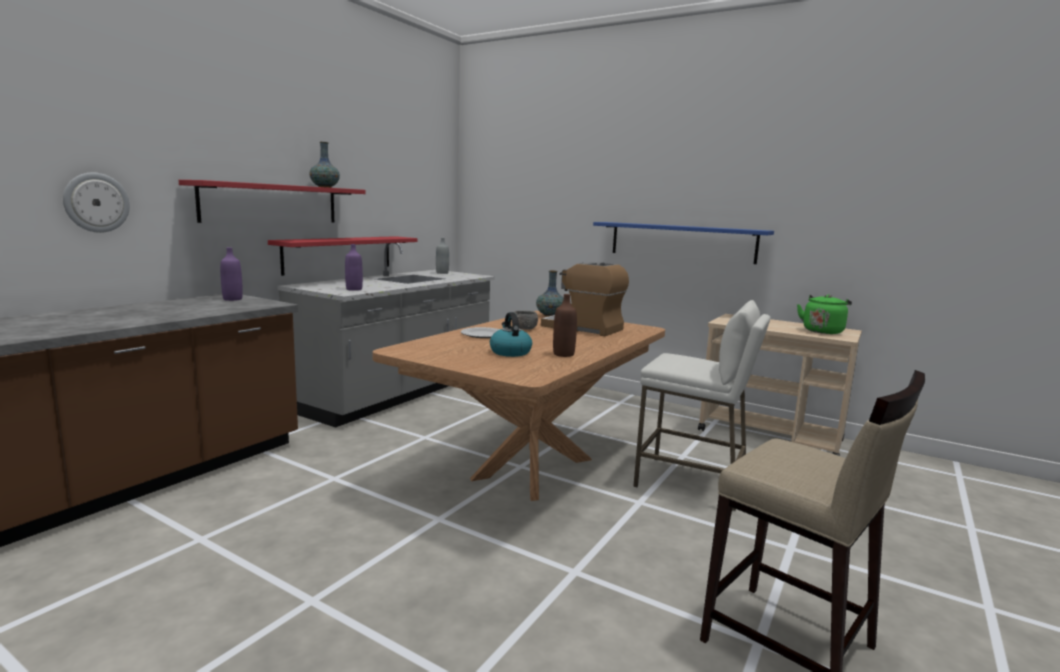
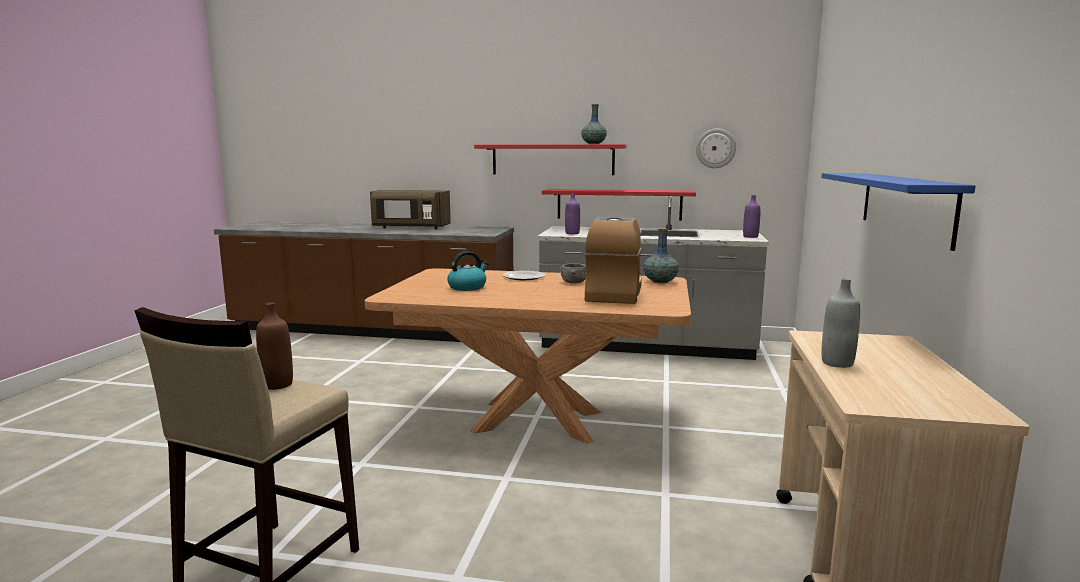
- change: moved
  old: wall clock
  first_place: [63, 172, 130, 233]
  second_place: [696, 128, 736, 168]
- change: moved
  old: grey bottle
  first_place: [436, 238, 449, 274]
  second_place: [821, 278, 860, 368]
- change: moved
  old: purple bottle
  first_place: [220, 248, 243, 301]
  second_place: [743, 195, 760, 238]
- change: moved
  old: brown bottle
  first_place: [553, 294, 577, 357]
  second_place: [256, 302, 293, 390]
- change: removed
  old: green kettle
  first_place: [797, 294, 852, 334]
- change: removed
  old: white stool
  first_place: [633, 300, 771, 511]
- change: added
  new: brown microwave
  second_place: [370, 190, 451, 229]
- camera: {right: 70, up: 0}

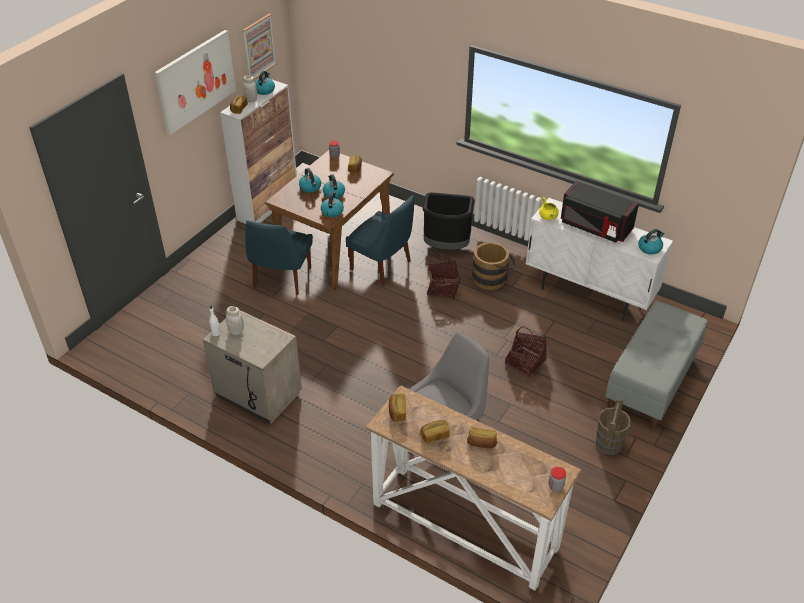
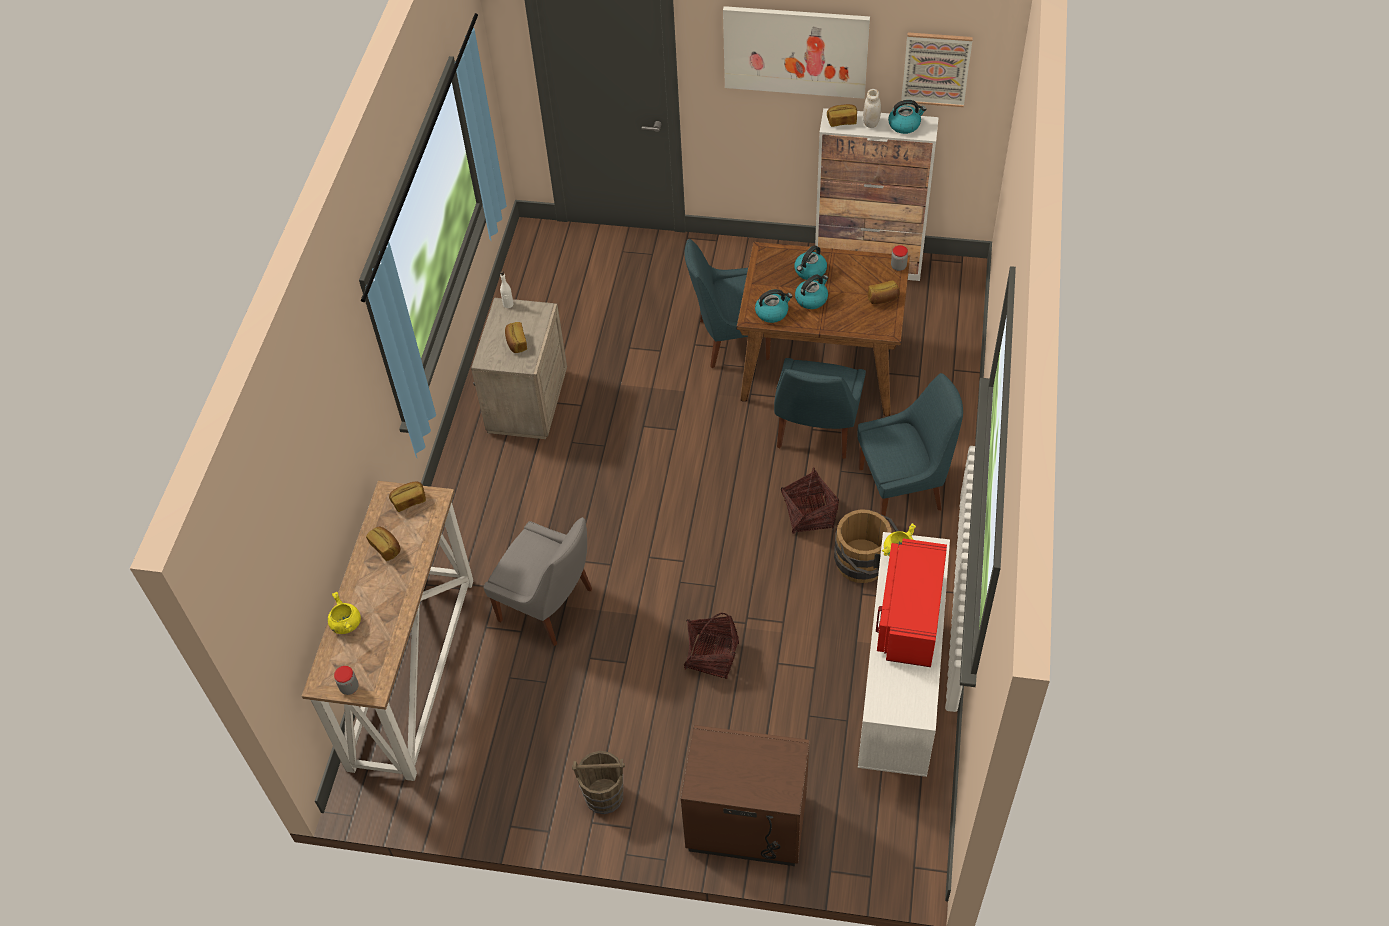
- change: recoloured
  old: black microwave
  new: red microwave
  first_place: [561, 181, 639, 243]
  second_place: [876, 538, 947, 667]
- change: replaced
  old: black trash can
  new: blue chair
  first_place: [423, 192, 475, 250]
  second_place: [858, 373, 963, 516]
- change: removed
  old: kettle
  first_place: [638, 229, 665, 255]
- change: replaced
  old: grey bench
  new: brown nightstand
  first_place: [605, 301, 708, 429]
  second_place: [681, 725, 810, 866]
- change: removed
  old: white jar
  first_place: [226, 306, 244, 335]
- change: moved
  old: bread
  first_place: [467, 427, 497, 448]
  second_place: [505, 322, 527, 353]
- change: added
  new: yellow cooking pot
  second_place: [328, 592, 361, 634]
- camera: {right: 70, up: 10}

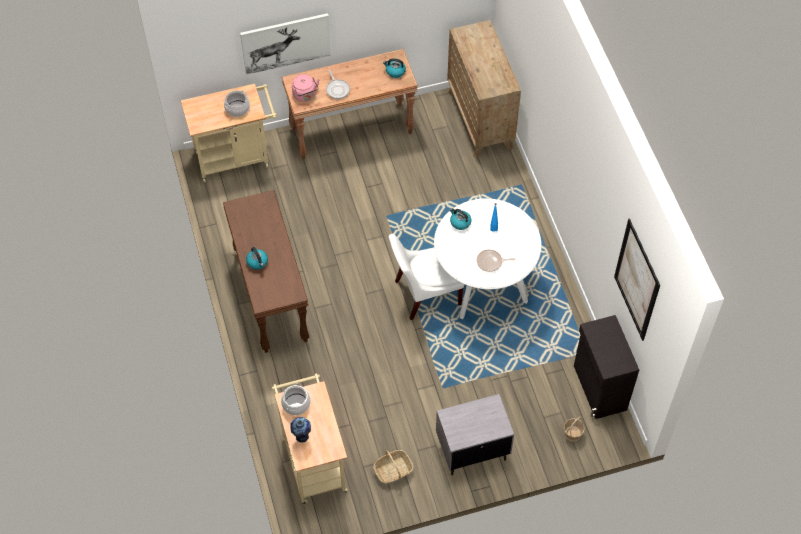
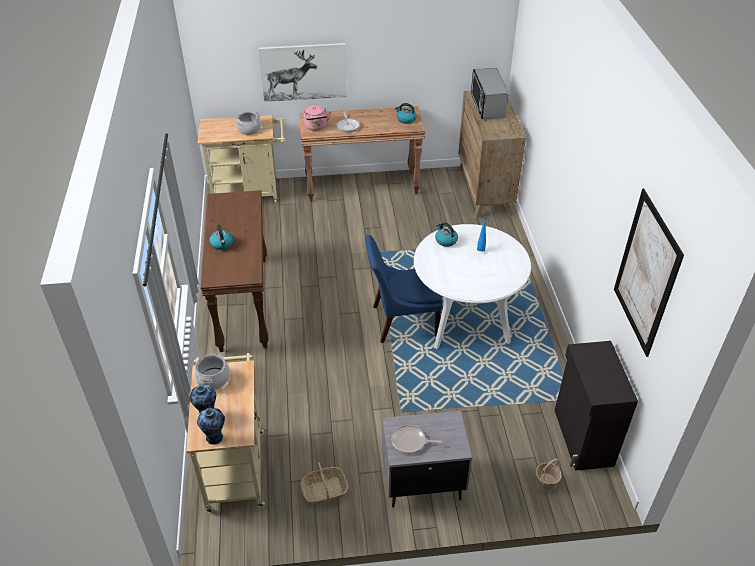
- change: recoloured
  old: white chair
  new: blue chair
  first_place: [389, 234, 464, 320]
  second_place: [365, 235, 442, 343]
- change: moved
  old: frying pan
  first_place: [477, 249, 516, 272]
  second_place: [392, 425, 443, 454]
- change: added
  new: microwave
  second_place: [471, 68, 509, 119]
- change: added
  new: vase
  second_place: [197, 408, 225, 445]
- camera: {right: 10, up: -15}

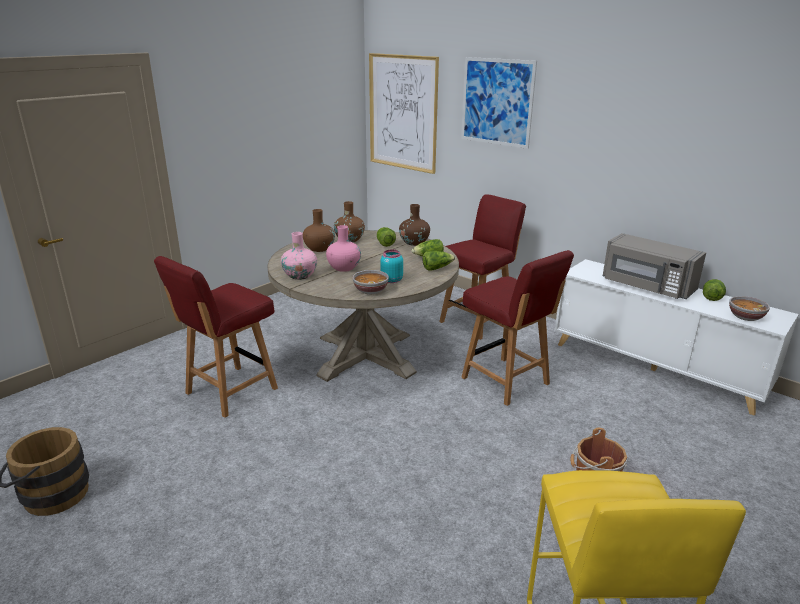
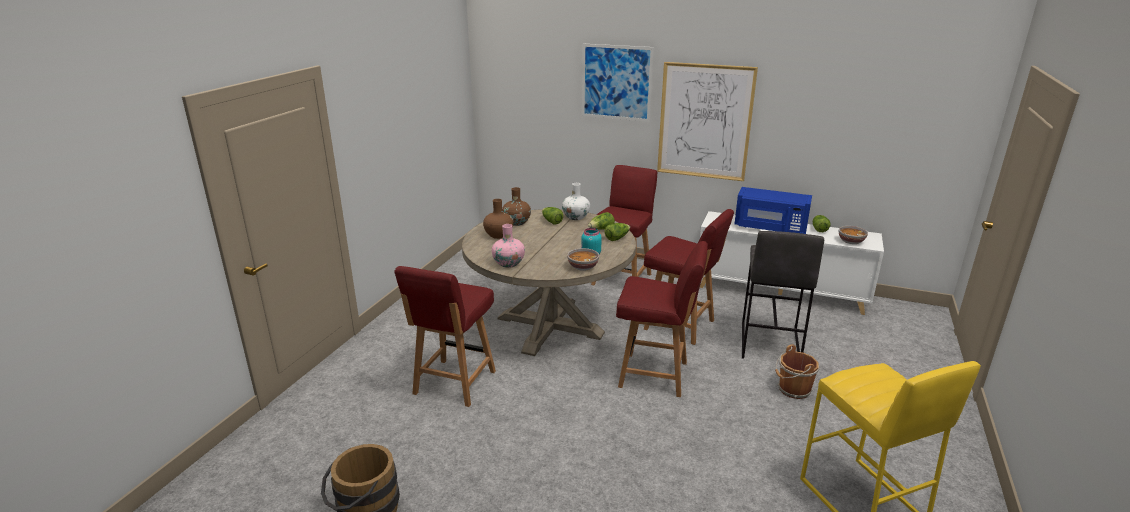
- change: moved
  old: picture
  first_place: [369, 53, 439, 174]
  second_place: [657, 62, 758, 181]
- change: recoloured
  old: brown vase
  new: white vase
  first_place: [399, 204, 430, 246]
  second_place: [562, 183, 590, 220]
- change: removed
  old: pink vase
  first_place: [326, 225, 361, 272]
- change: recoloured
  old: grey microwave
  new: blue microwave
  first_place: [603, 233, 706, 299]
  second_place: [735, 187, 812, 234]
- change: added
  new: grey stool
  second_place: [742, 231, 824, 359]
- change: added
  new: red chair
  second_place: [616, 241, 708, 397]
- camera: {right: -20, up: 0}

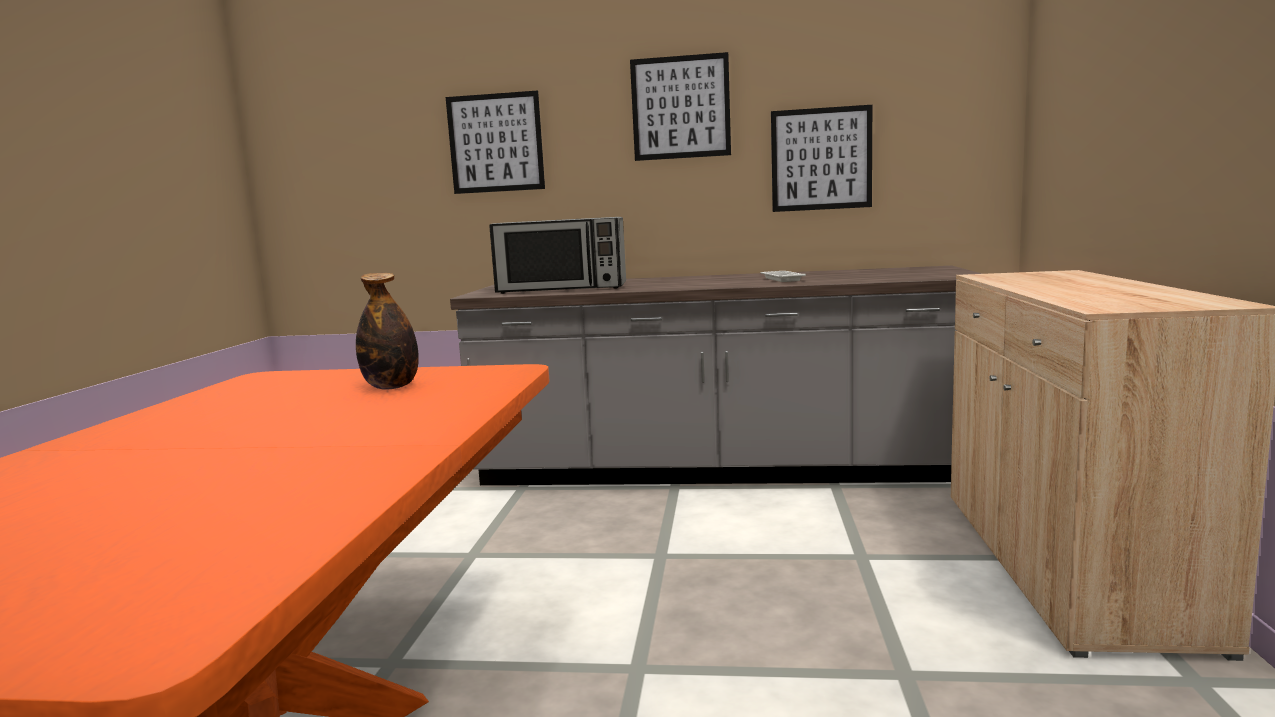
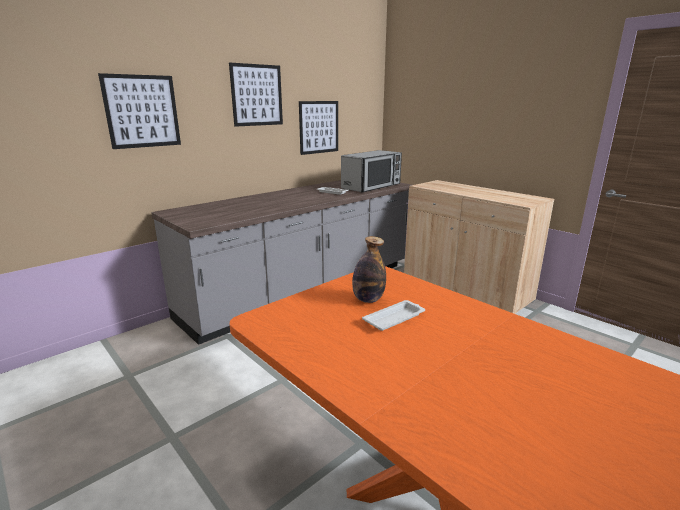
- change: moved
  old: microwave
  first_place: [489, 217, 626, 294]
  second_place: [341, 150, 402, 193]
- change: added
  new: white tray
  second_place: [362, 300, 425, 331]
- camera: {right: -50, up: 10}

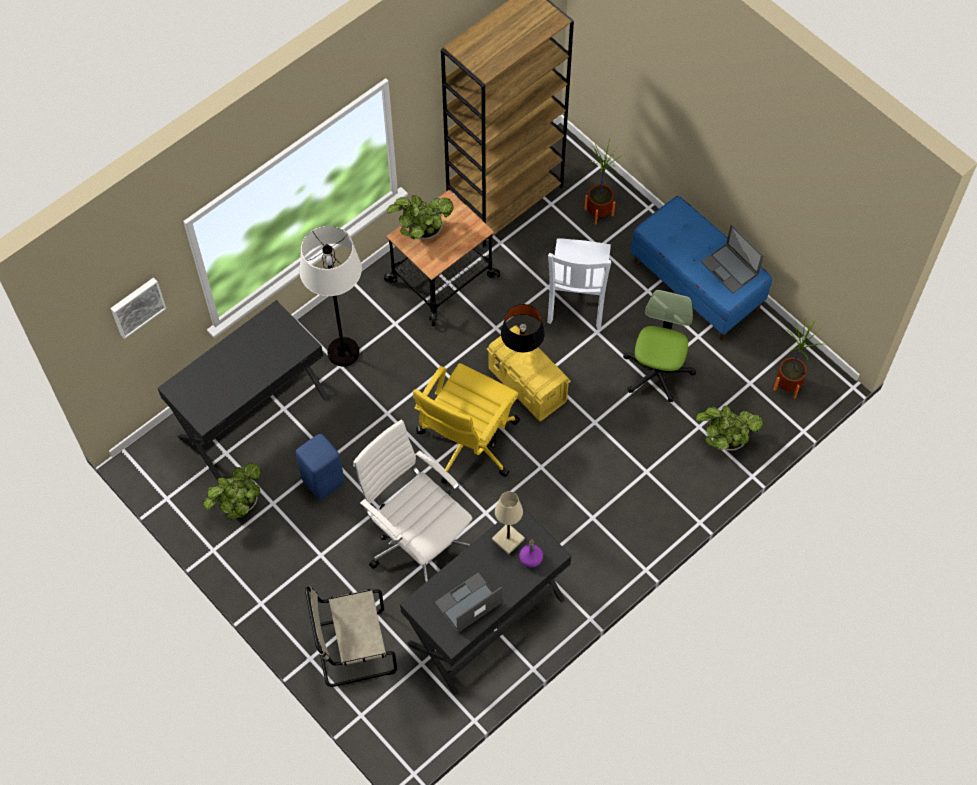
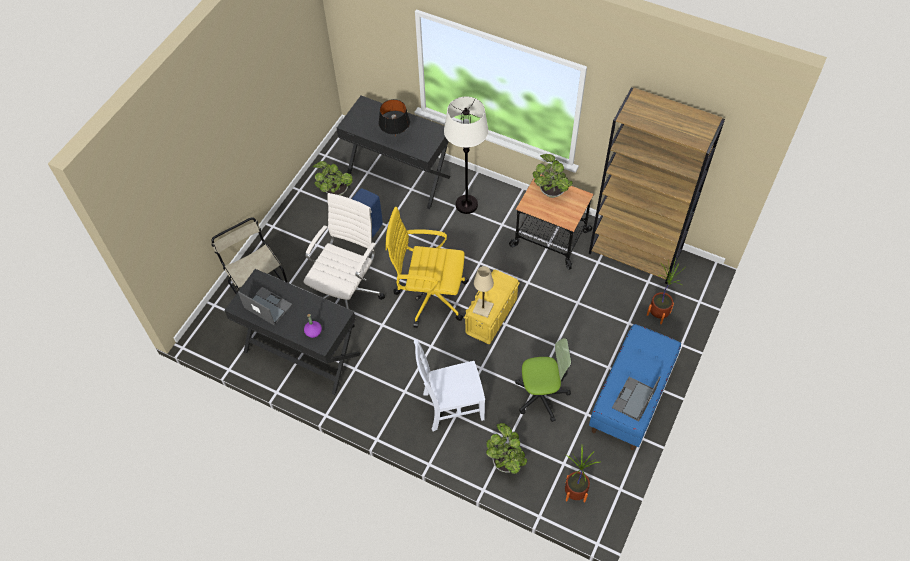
- change: moved
  old: white chair
  first_place: [547, 238, 611, 329]
  second_place: [414, 340, 485, 431]
- change: removed
  old: picture
  first_place: [110, 277, 166, 339]
- change: moved
  old: black table lamp
  first_place: [501, 304, 545, 352]
  second_place: [379, 99, 410, 136]
- change: moved
  old: beige table lamp
  first_place: [492, 491, 525, 554]
  second_place: [473, 266, 494, 318]
- camera: {right: 70, up: -5}

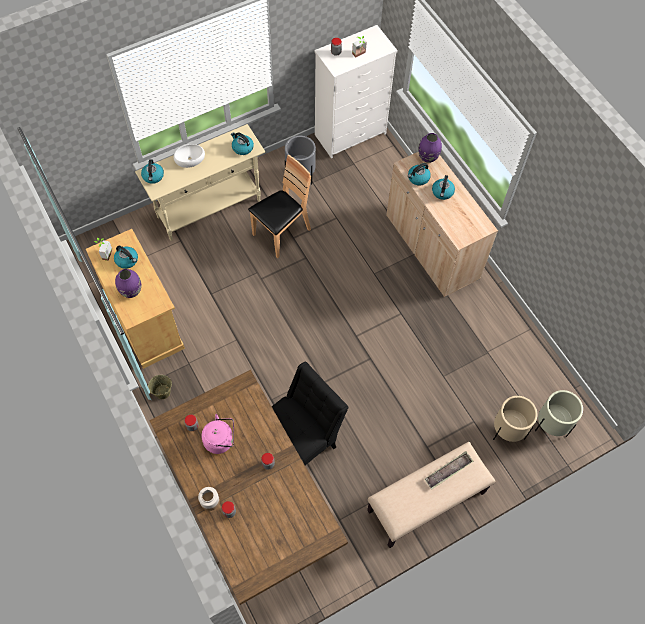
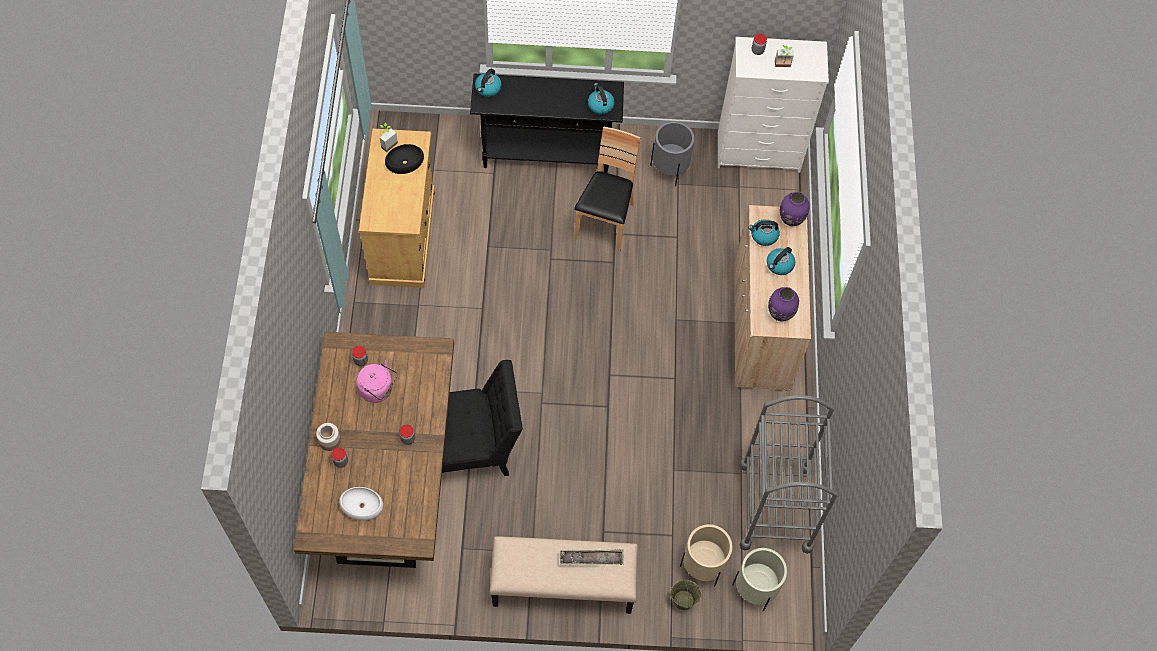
- change: recoloured
  old: beige console table
  new: black console table
  first_place: [135, 124, 266, 241]
  second_place: [470, 73, 624, 173]
- change: moved
  old: white bowl
  first_place: [174, 144, 205, 168]
  second_place: [339, 487, 383, 521]
- change: turned
  old: brown chair
  first_place: [248, 155, 311, 259]
  second_place: [574, 127, 640, 252]
  degrees: -60
- change: replaced
  old: kettle
  new: black bowl
  first_place: [114, 246, 138, 269]
  second_place: [385, 144, 424, 174]
- change: moved
  old: purple vase
  first_place: [115, 269, 141, 298]
  second_place: [768, 287, 799, 322]
- change: moved
  old: beige bucket
  first_place: [148, 375, 172, 399]
  second_place: [670, 580, 702, 610]
- change: added
  new: grey cart
  second_place: [739, 395, 838, 554]
- camera: {right: 30, up: 0}

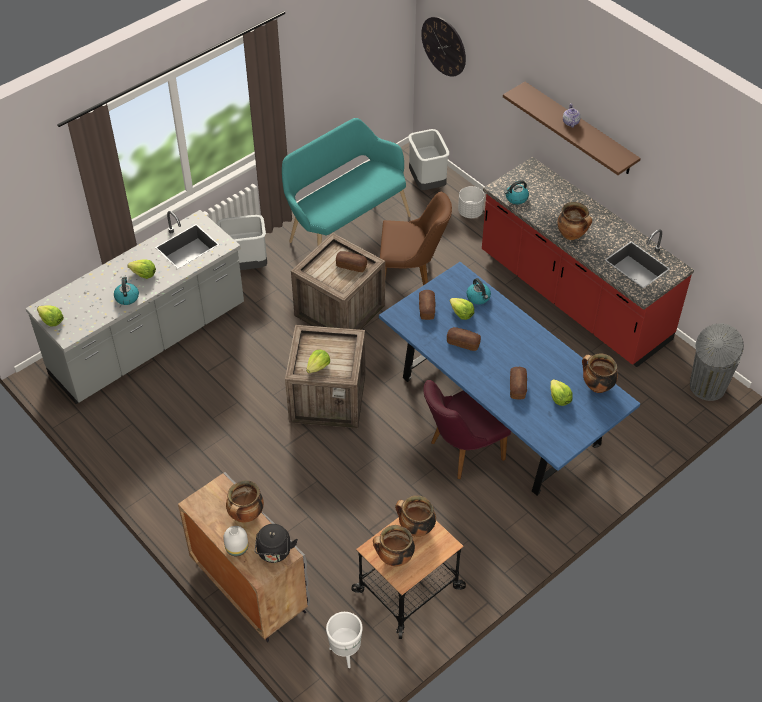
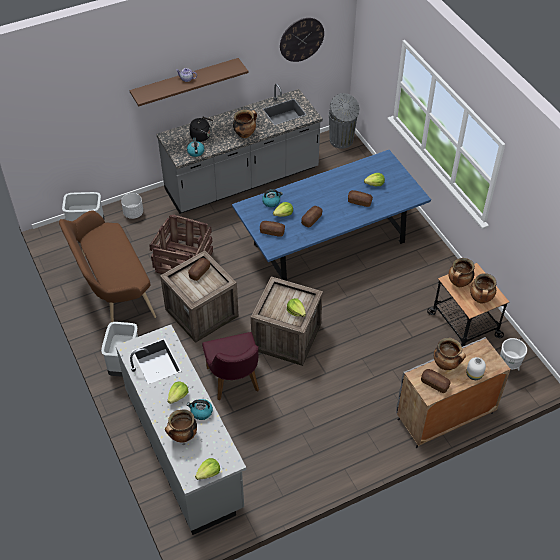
- change: moved
  old: wall clock
  first_place: [421, 16, 466, 77]
  second_place: [280, 18, 324, 62]
- change: recoloured
  old: turquoise bench
  new: brown bench
  first_place: [282, 118, 411, 246]
  second_place: [59, 210, 156, 322]
- change: recoloured
  old: red counter
  new: grey counter
  first_place: [482, 157, 694, 367]
  second_place: [156, 84, 323, 214]
- change: replaced
  old: brown chair
  new: crate
  first_place: [380, 192, 452, 285]
  second_place: [149, 214, 213, 274]
- change: moved
  old: cooking pot
  first_place: [582, 354, 618, 393]
  second_place: [165, 409, 197, 442]
- change: moved
  old: purple chair
  first_place: [424, 380, 511, 479]
  second_place: [202, 332, 259, 401]
- change: moved
  old: black kettle
  first_place: [255, 524, 298, 563]
  second_place: [189, 117, 213, 142]
- change: added
  new: bread
  second_place: [421, 369, 451, 393]
- camera: {right: -75, up: 0}

